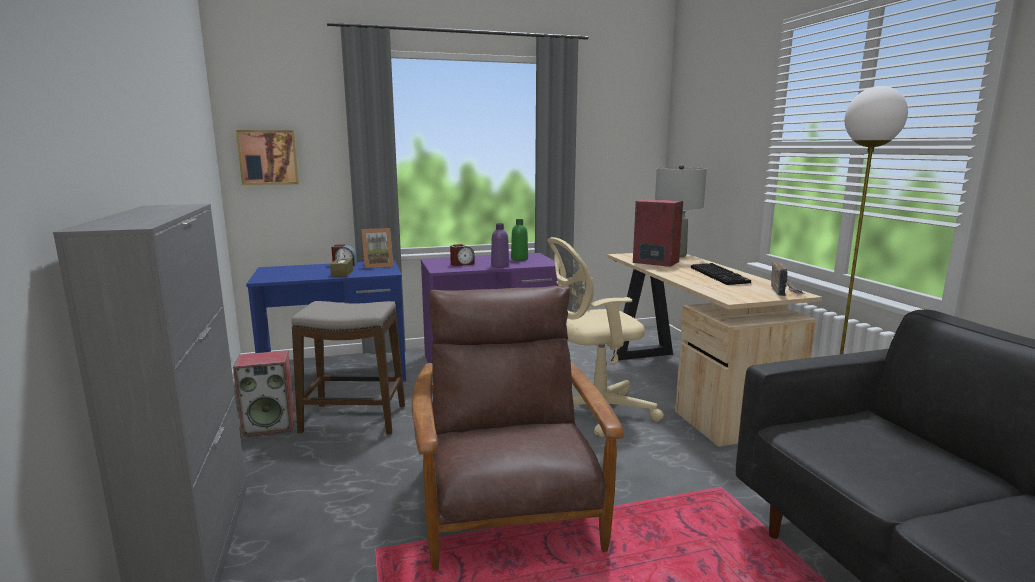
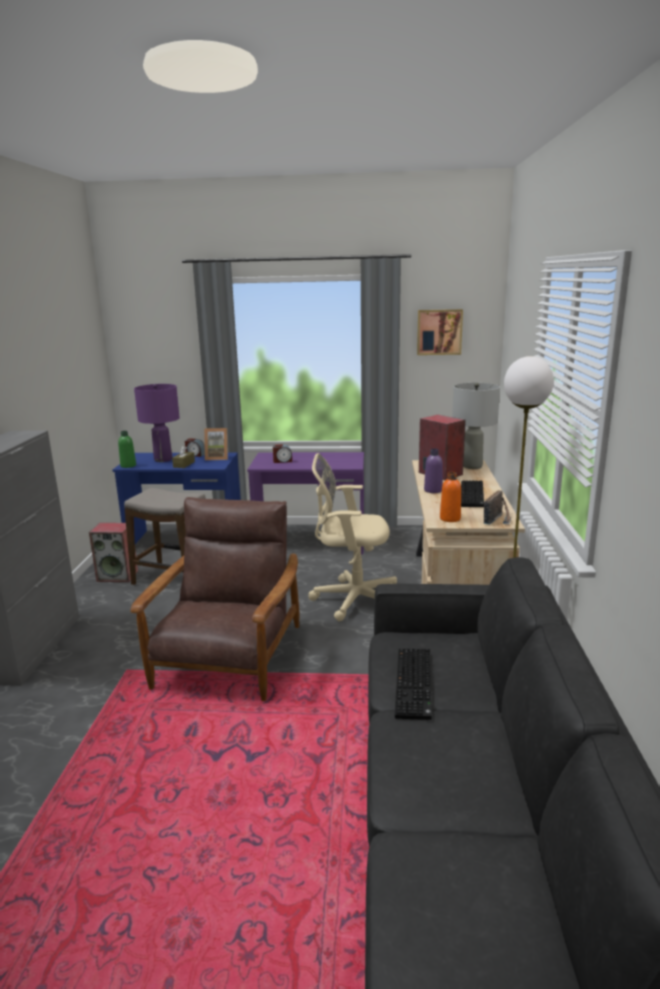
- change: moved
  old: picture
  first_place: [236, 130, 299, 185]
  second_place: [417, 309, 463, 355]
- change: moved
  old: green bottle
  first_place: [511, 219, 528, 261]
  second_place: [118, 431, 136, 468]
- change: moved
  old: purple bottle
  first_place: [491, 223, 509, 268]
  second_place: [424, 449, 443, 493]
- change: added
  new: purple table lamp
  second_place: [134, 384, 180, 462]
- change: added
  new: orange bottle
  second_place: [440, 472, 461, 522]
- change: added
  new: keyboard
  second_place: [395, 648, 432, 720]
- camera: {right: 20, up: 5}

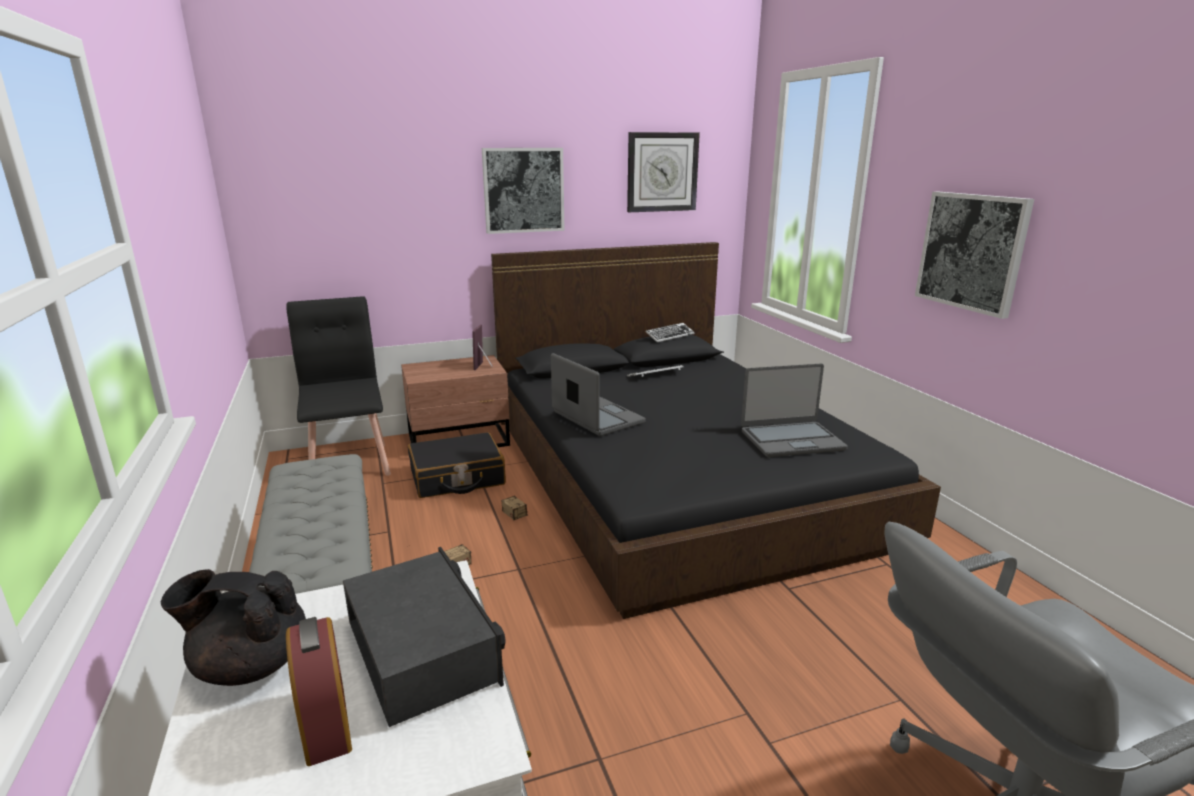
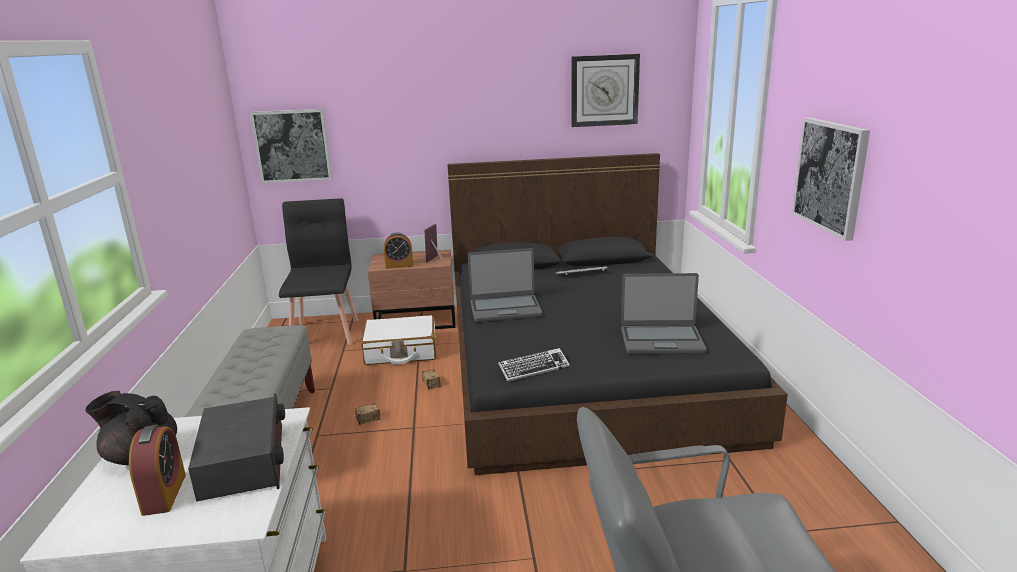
- change: moved
  old: picture
  first_place: [482, 148, 565, 234]
  second_place: [250, 109, 332, 183]
- change: moved
  old: keyboard
  first_place: [646, 323, 694, 342]
  second_place: [498, 348, 570, 382]
- change: turned
  old: laptop
  first_place: [551, 353, 646, 436]
  second_place: [468, 248, 543, 322]
  degrees: 105
- change: recoloured
  old: black suitcase
  new: white suitcase
  first_place: [408, 432, 506, 498]
  second_place: [361, 315, 436, 365]
- change: added
  new: alarm clock
  second_place: [384, 232, 413, 269]
- camera: {right: 15, up: 0}

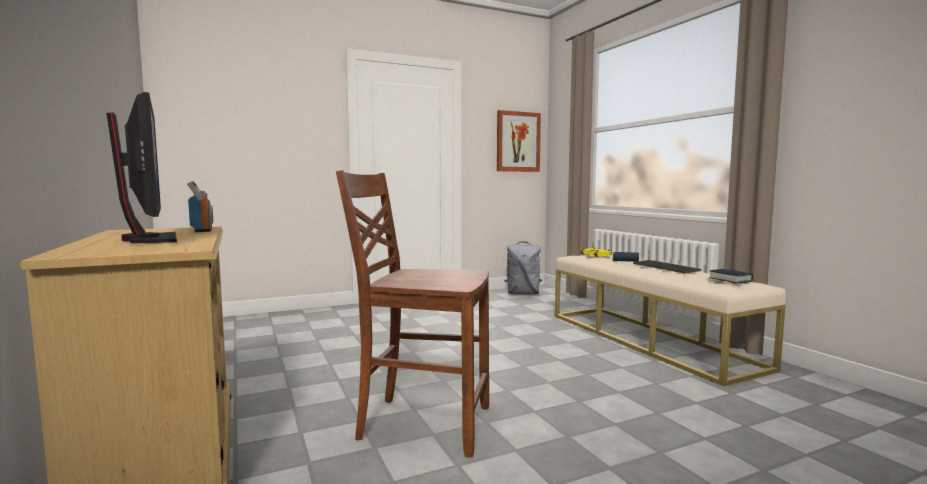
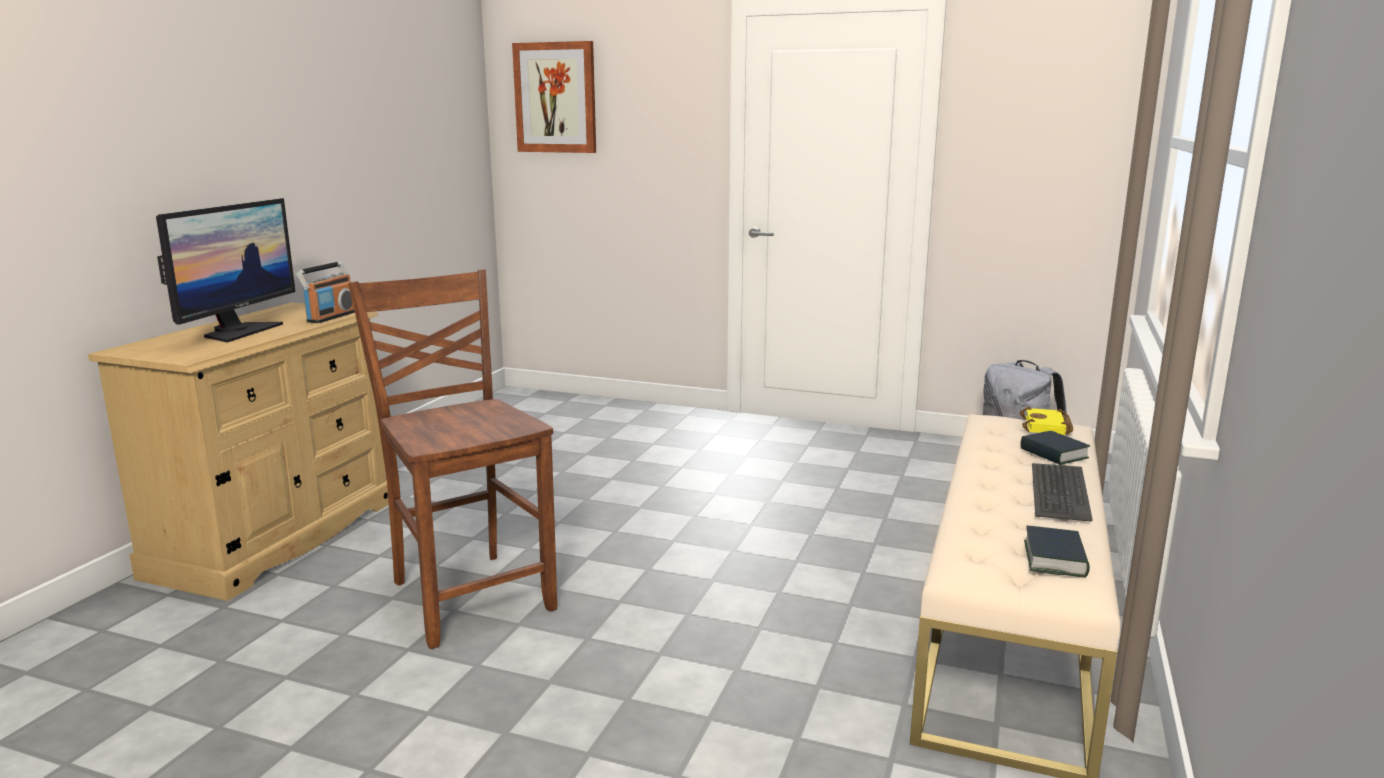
- change: moved
  old: picture
  first_place: [497, 110, 541, 172]
  second_place: [512, 41, 596, 153]
- camera: {right: 45, up: 10}

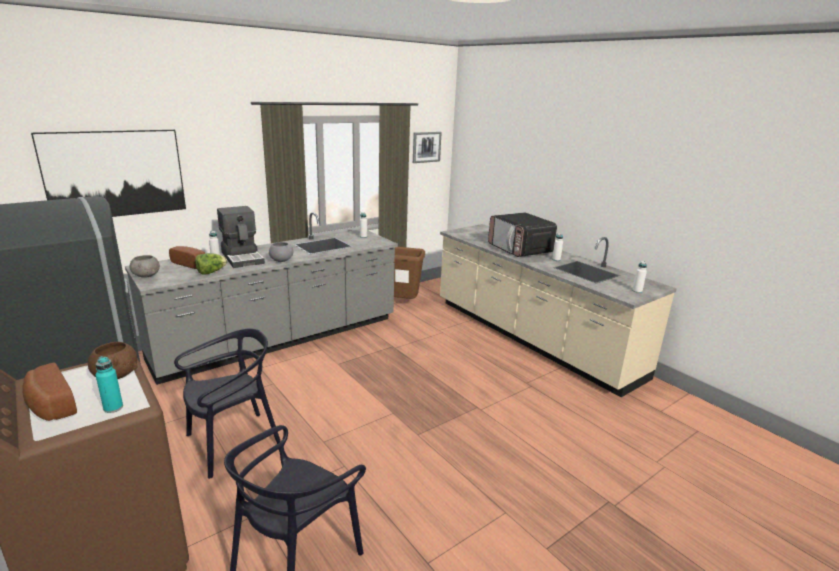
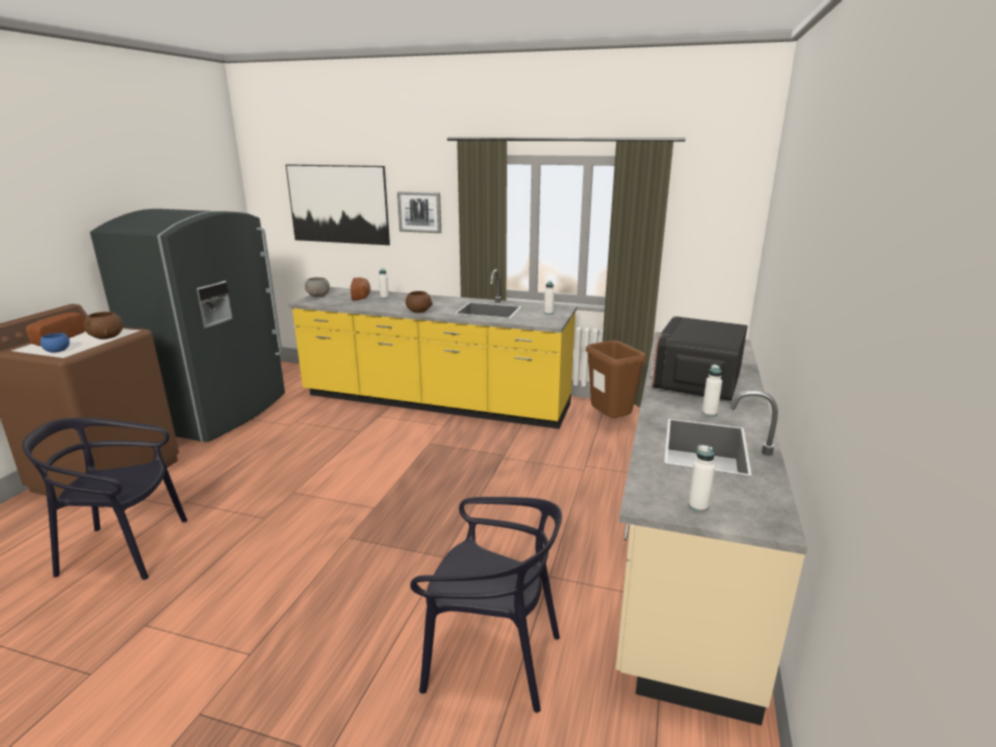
- change: moved
  old: picture
  first_place: [413, 132, 442, 163]
  second_place: [397, 192, 441, 233]
- change: removed
  old: coffee machine
  first_place: [217, 206, 265, 268]
- change: recoloured
  old: grey counter
  new: yellow counter
  first_place: [125, 212, 398, 385]
  second_place: [288, 270, 577, 429]
- change: recoloured
  old: grey bowl
  new: brown bowl
  first_place: [269, 242, 294, 262]
  second_place: [405, 291, 433, 313]
- change: removed
  old: lettuce
  first_place: [195, 253, 227, 275]
- change: moved
  old: black chair
  first_place: [174, 328, 281, 479]
  second_place: [410, 497, 562, 713]
- change: replaced
  old: turquoise bottle
  new: blue bowl
  first_place: [96, 356, 123, 413]
  second_place: [40, 333, 70, 352]
- camera: {right: 55, up: 0}

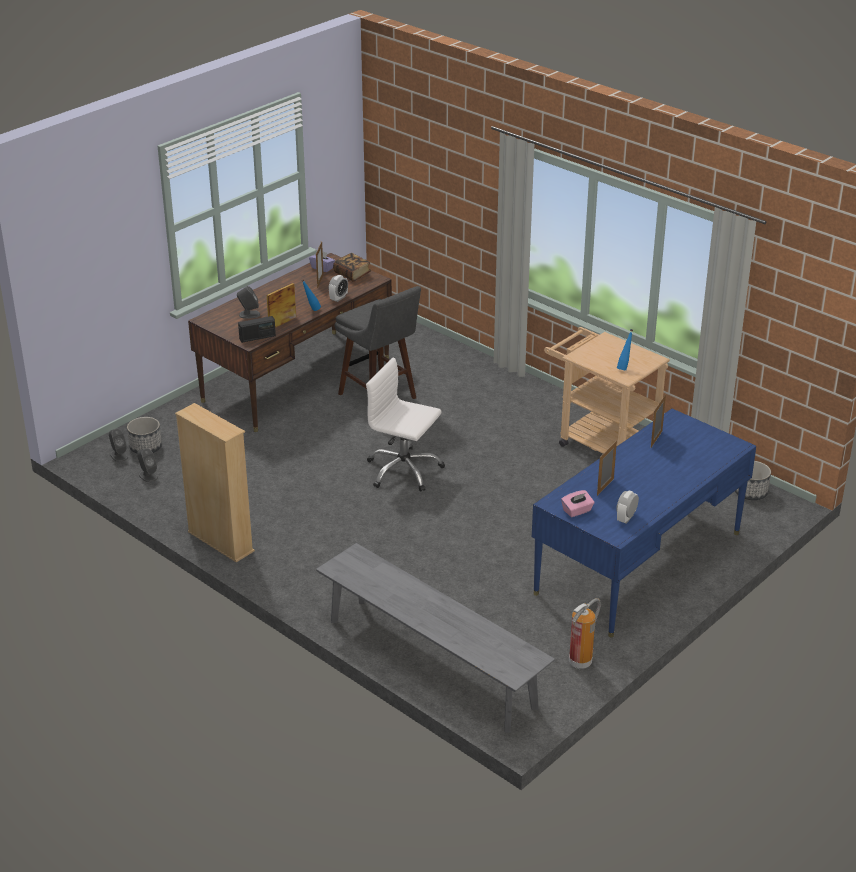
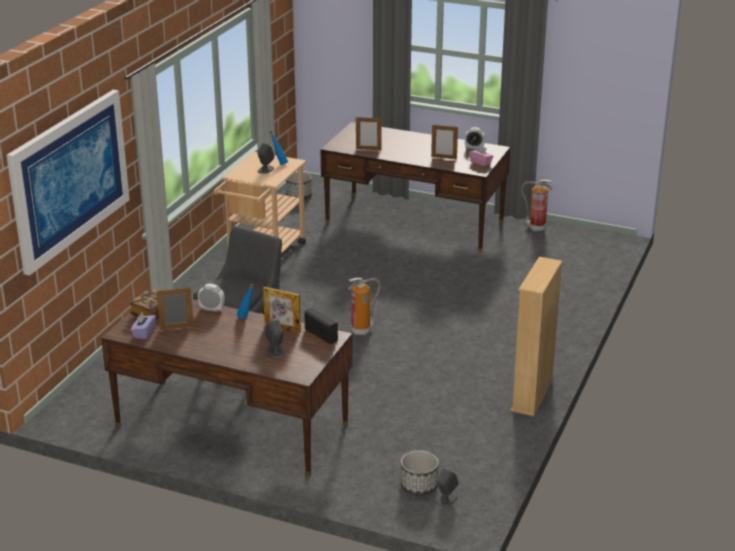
- change: replaced
  old: white office chair
  new: fire extinguisher
  first_place: [366, 358, 445, 492]
  second_place: [347, 278, 381, 335]
- change: recoloured
  old: blue desk
  new: brown desk
  first_place: [532, 409, 756, 638]
  second_place: [321, 122, 510, 253]
- change: moved
  old: grey speaker
  first_place: [137, 448, 158, 482]
  second_place: [257, 143, 275, 174]
- change: removed
  old: grey bench
  first_place: [316, 543, 555, 733]
- change: added
  new: picture
  second_place: [6, 90, 130, 275]
- camera: {right: -110, up: -5}

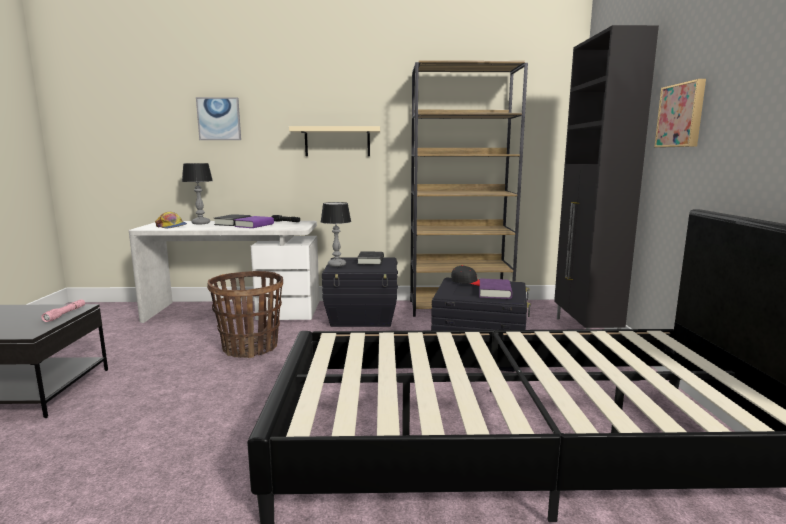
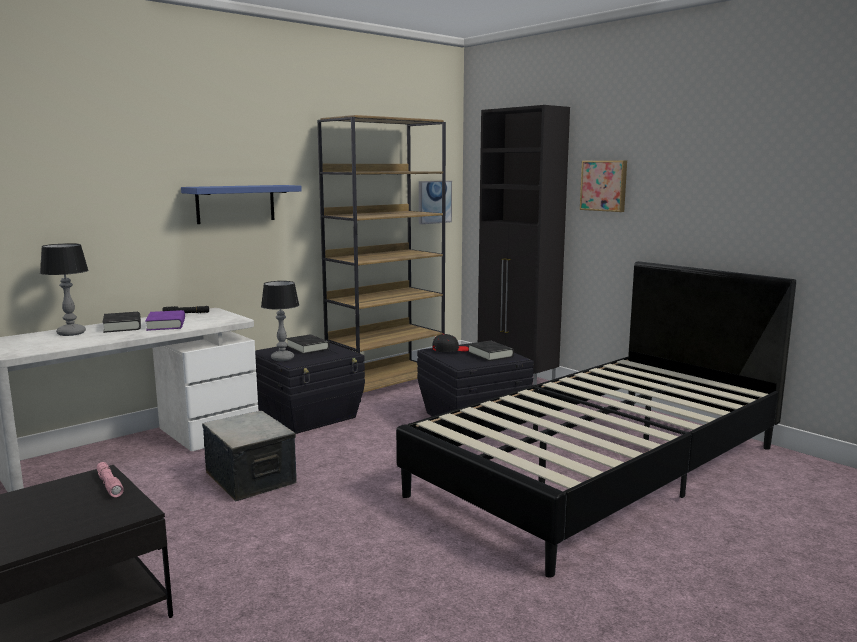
- change: moved
  old: picture
  first_place: [196, 97, 241, 140]
  second_place: [419, 181, 452, 224]
- change: recoloured
  old: beige shelf
  new: blue shelf
  first_place: [289, 126, 380, 156]
  second_place: [181, 185, 302, 224]
- change: removed
  old: cap
  first_place: [155, 212, 187, 229]
- change: replaced
  old: basket
  new: storage box
  first_place: [207, 271, 283, 358]
  second_place: [202, 411, 297, 501]
- change: recoloured
  old: purple book
  new: black book
  first_place: [479, 278, 512, 299]
  second_place: [468, 340, 514, 361]
- camera: {right: -40, up: 0}

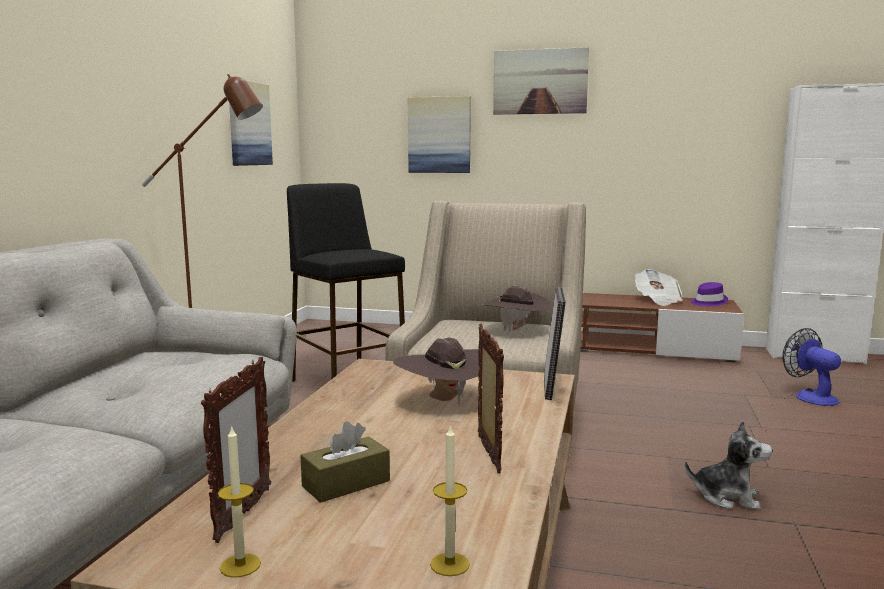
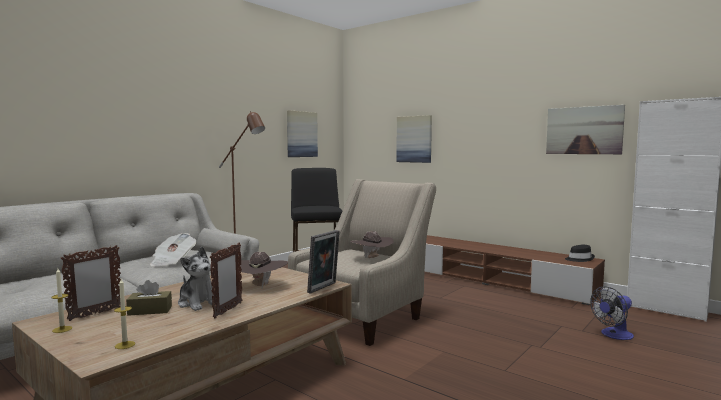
- change: moved
  old: picture
  first_place: [493, 47, 589, 115]
  second_place: [546, 105, 625, 154]
- change: moved
  old: newspaper
  first_place: [635, 269, 683, 306]
  second_place: [150, 233, 196, 267]
- change: recoloured
  old: purple hat
  new: black hat
  first_place: [691, 282, 728, 306]
  second_place: [565, 245, 595, 262]
- change: turned
  old: fan
  first_place: [782, 328, 841, 406]
  second_place: [590, 286, 634, 340]
  degrees: -120
- change: moved
  old: plush toy
  first_place: [685, 421, 773, 510]
  second_place: [178, 247, 214, 311]
- camera: {right: 25, up: -5}

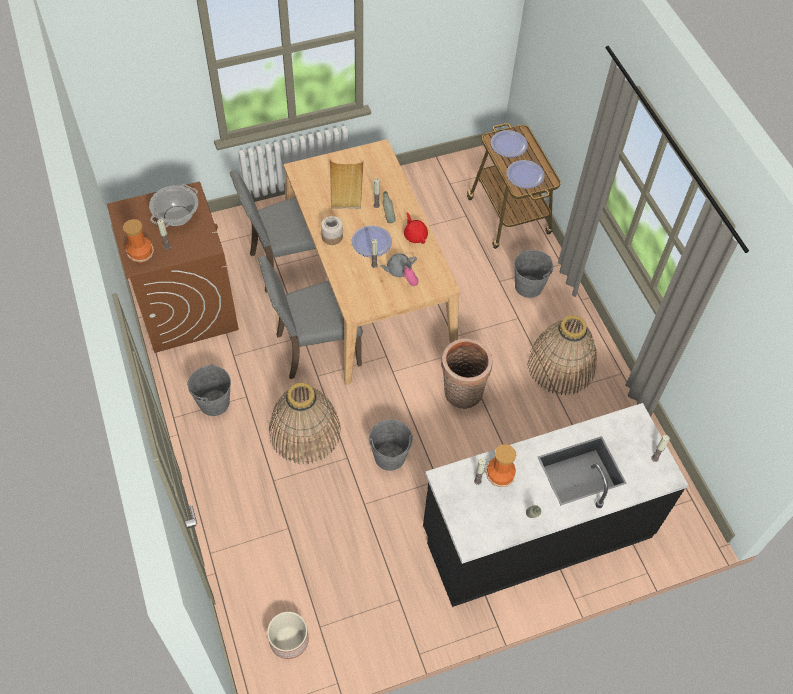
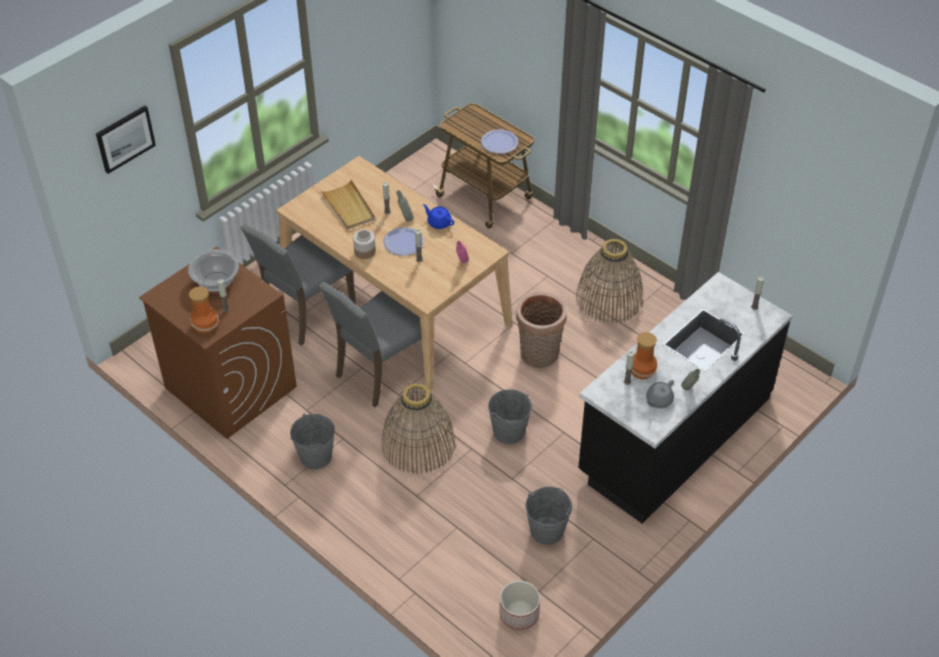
- change: removed
  old: plate
  first_place: [491, 130, 528, 158]
- change: recoloured
  old: red teapot
  new: blue teapot
  first_place: [404, 212, 428, 244]
  second_place: [423, 204, 454, 229]
- change: moved
  old: grey bucket
  first_place: [514, 250, 553, 298]
  second_place: [525, 486, 572, 545]
- change: moved
  old: grey teapot
  first_place: [380, 253, 417, 277]
  second_place: [646, 380, 674, 408]
- change: added
  new: picture
  second_place: [96, 106, 156, 174]
- camera: {right: -25, up: -10}

